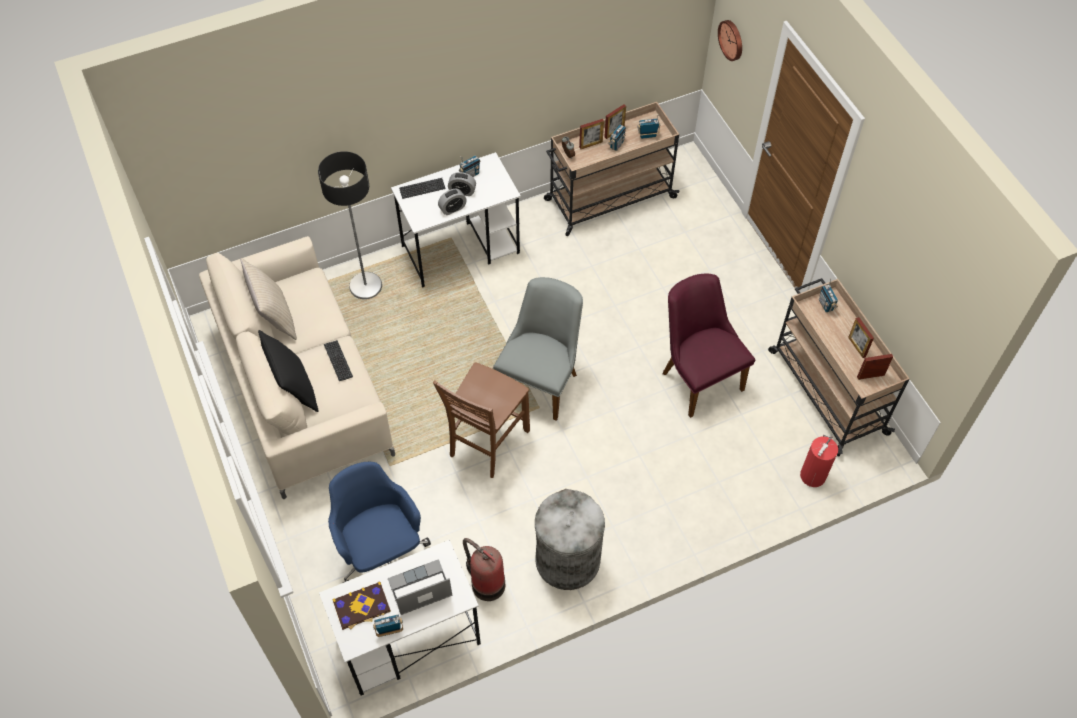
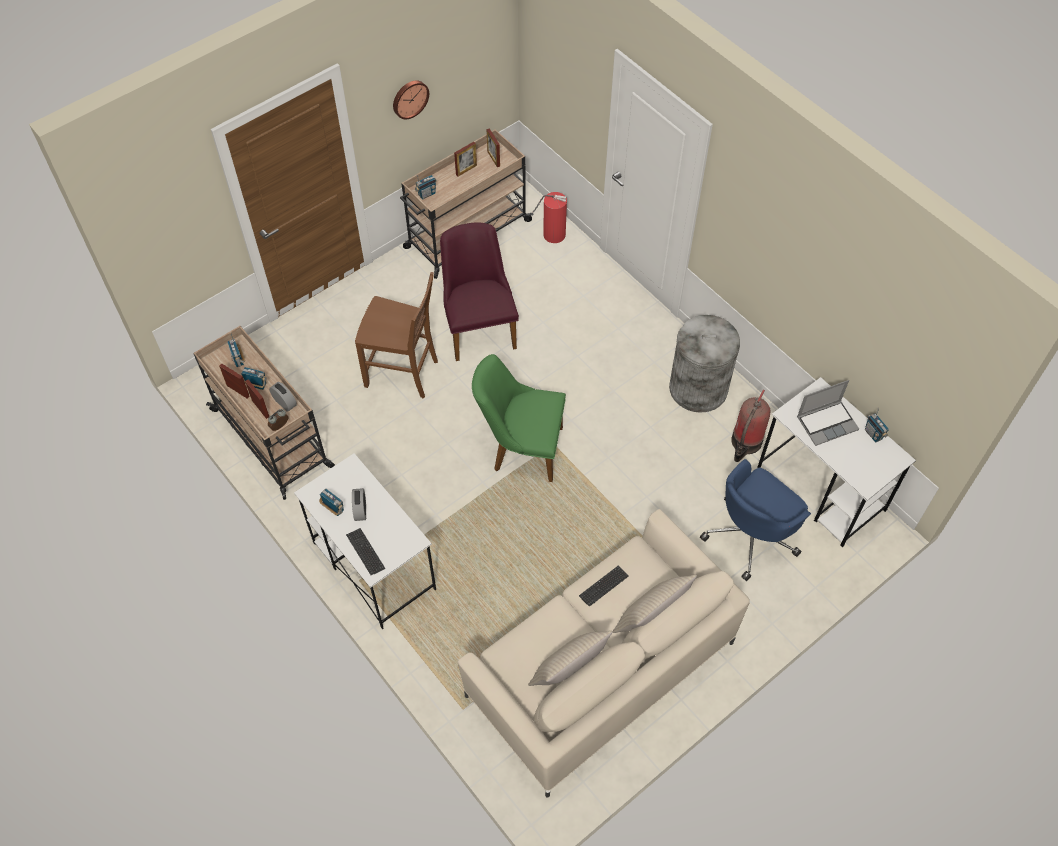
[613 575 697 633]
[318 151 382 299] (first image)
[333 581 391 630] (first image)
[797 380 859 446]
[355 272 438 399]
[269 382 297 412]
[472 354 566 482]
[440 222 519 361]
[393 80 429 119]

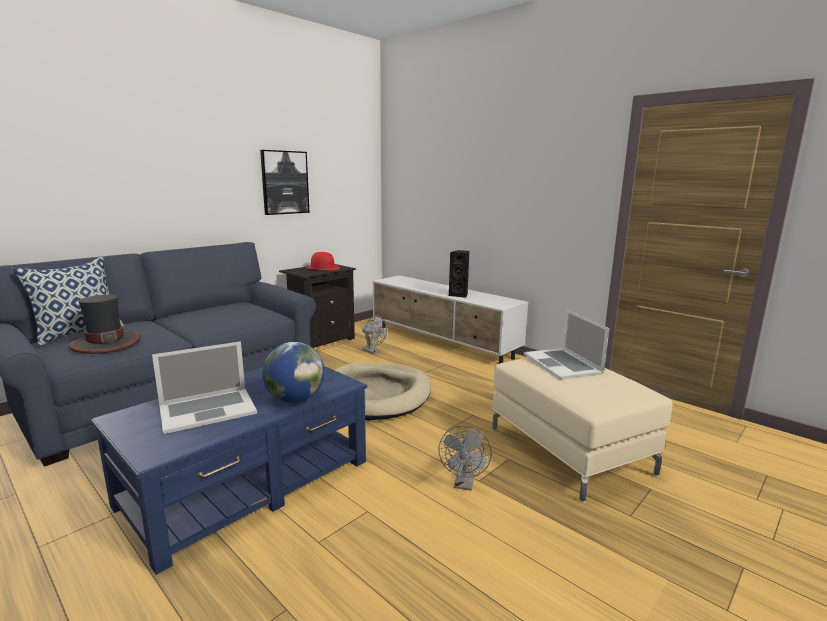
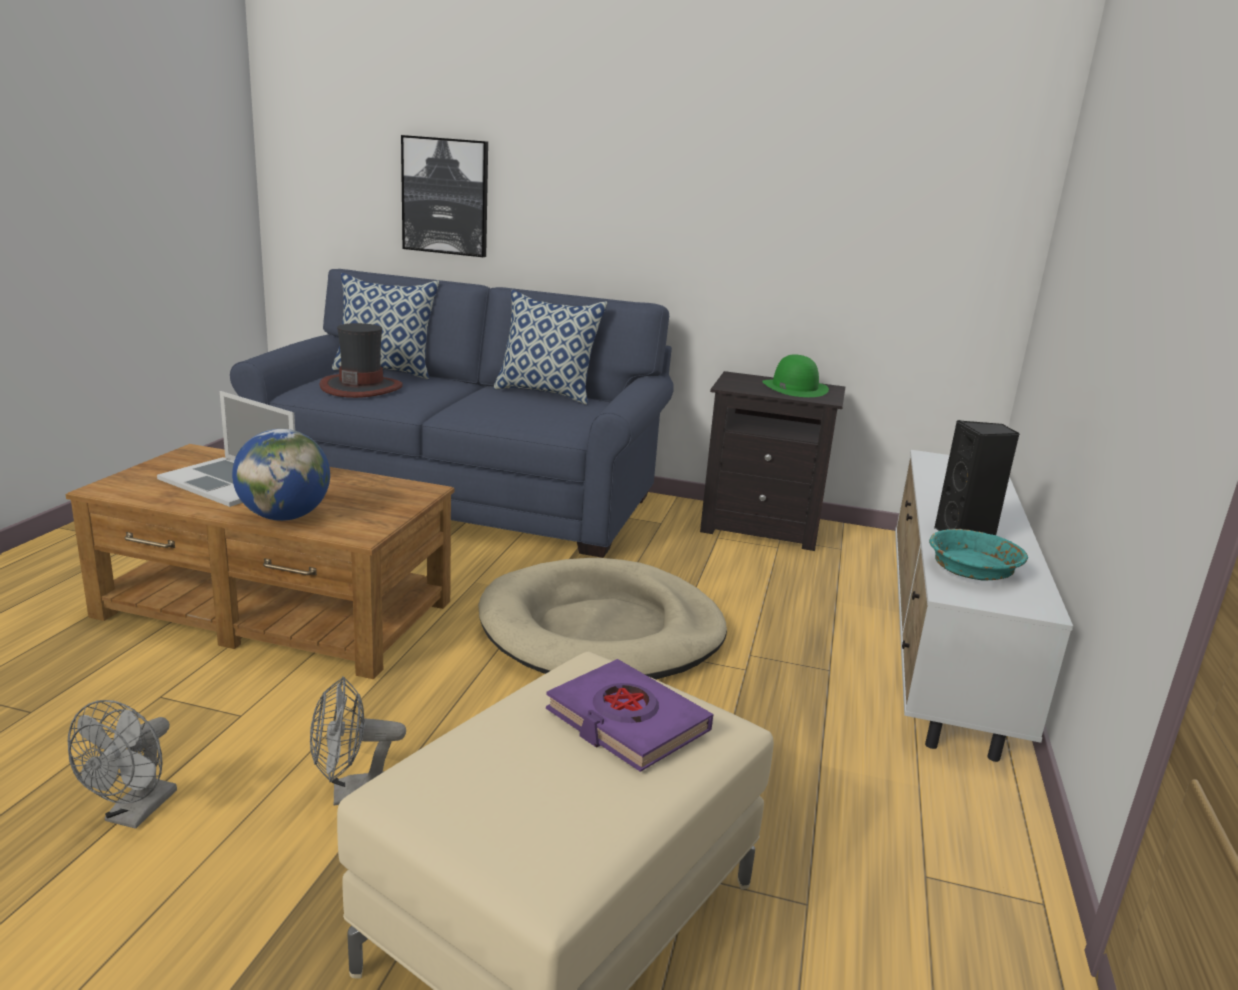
[65 444 455 679]
[401 135 488 257]
[762 355 829 397]
[68 700 177 829]
[546 659 713 772]
[493 290 608 405]
[929 529 1028 580]

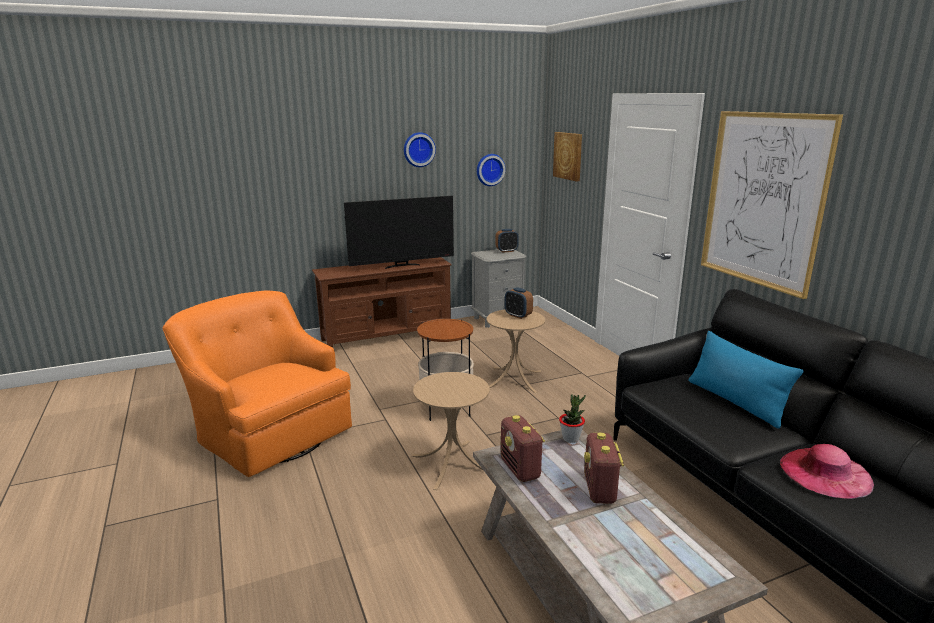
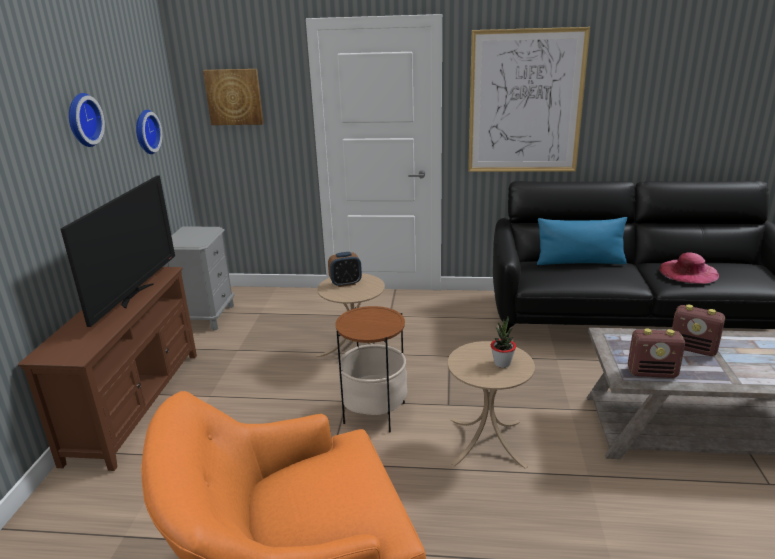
[495 229 519 253] (first image)
[491 317 516 368]

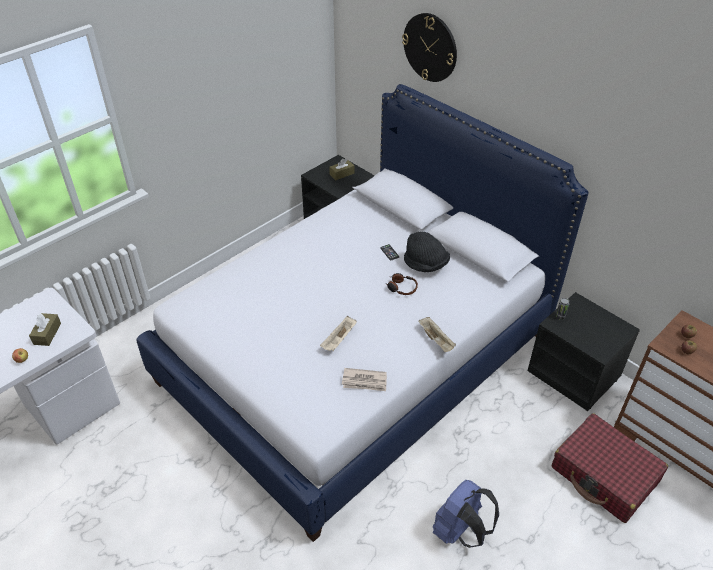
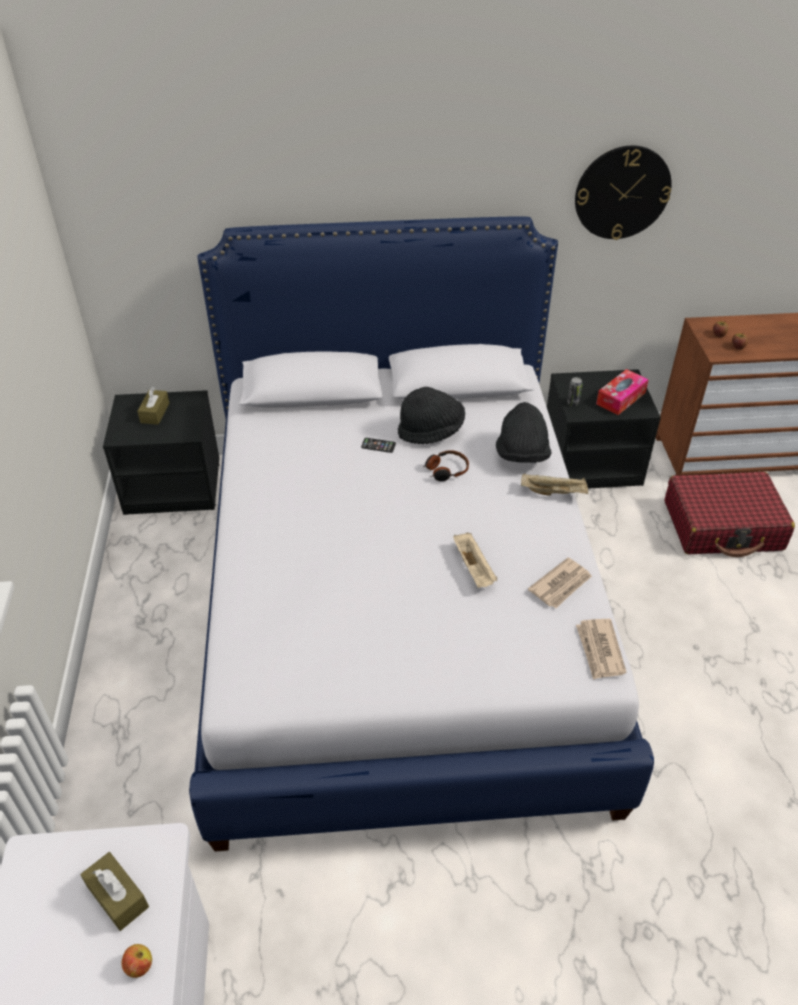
[575 146 672 240]
[433 480 499 548] (first image)
[496 402 552 463]
[576 619 626 680]
[596 369 649 415]

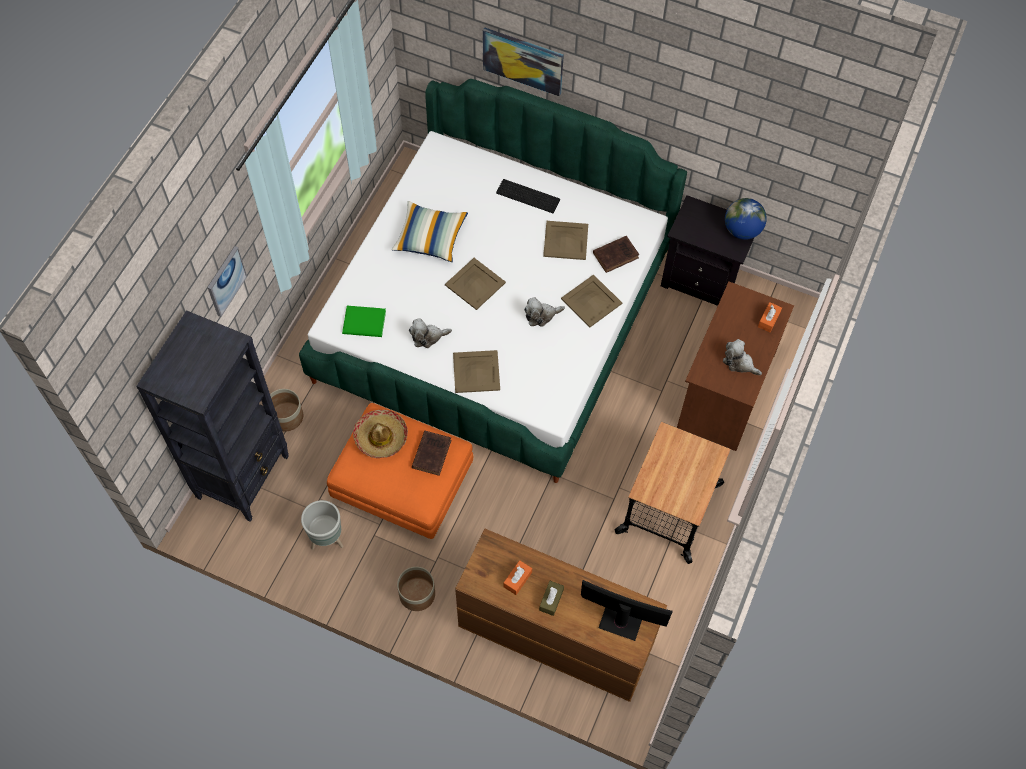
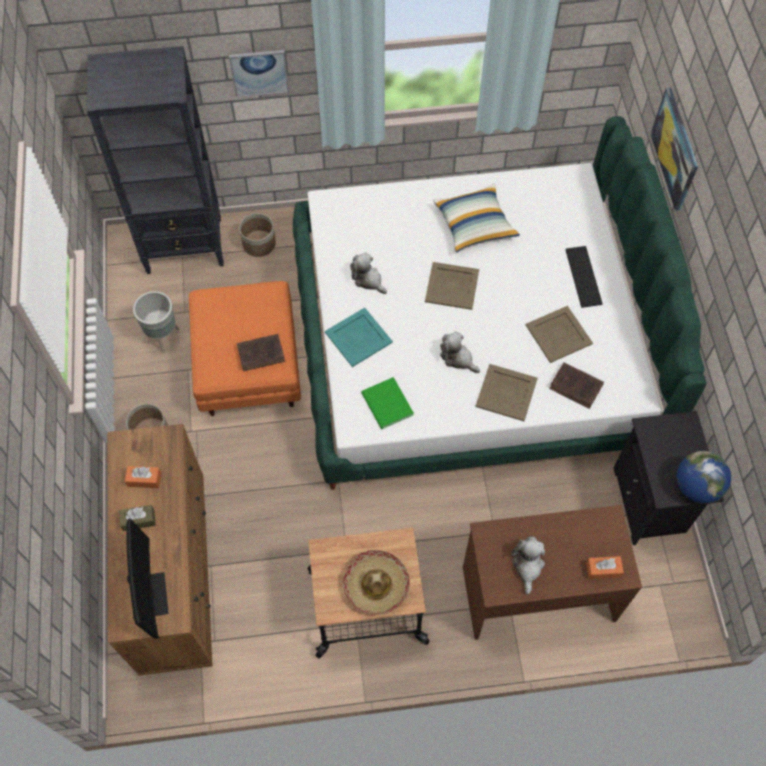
[361 377 414 429]
[343 550 410 615]
[325 308 393 367]

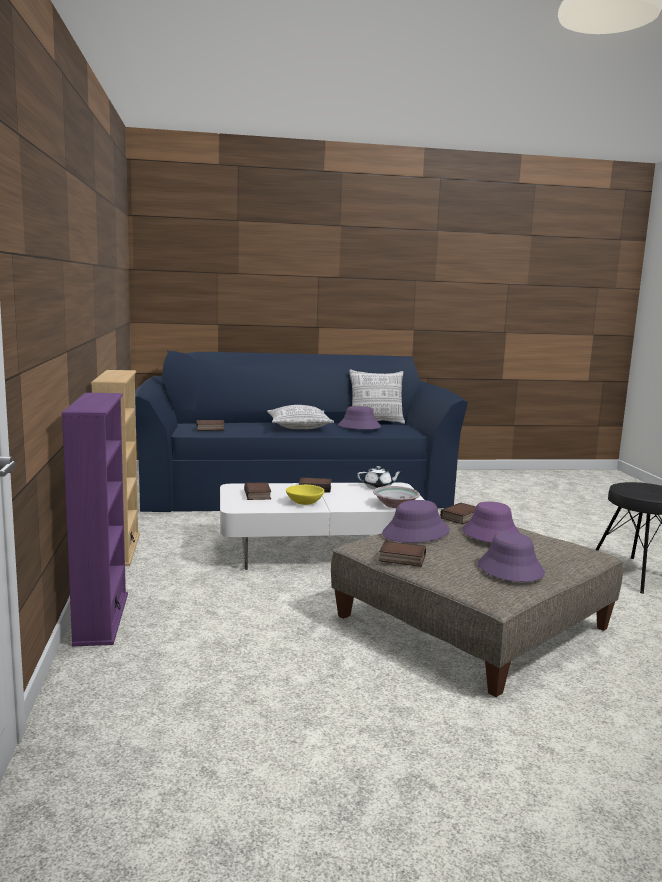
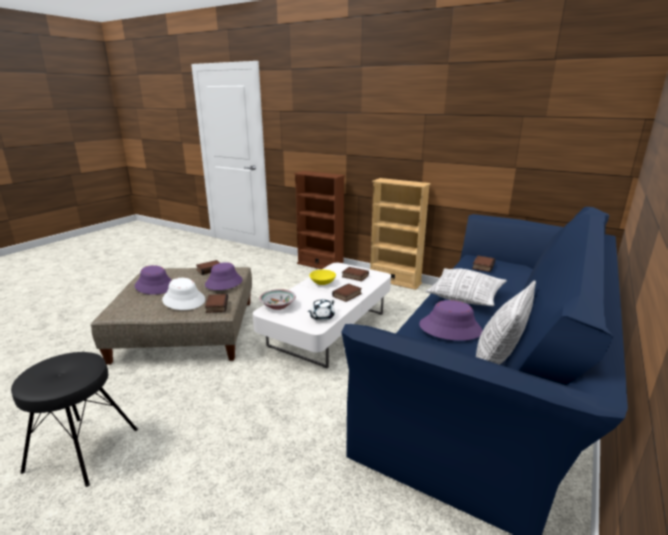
[294 171 345 270]
[162 278 205 310]

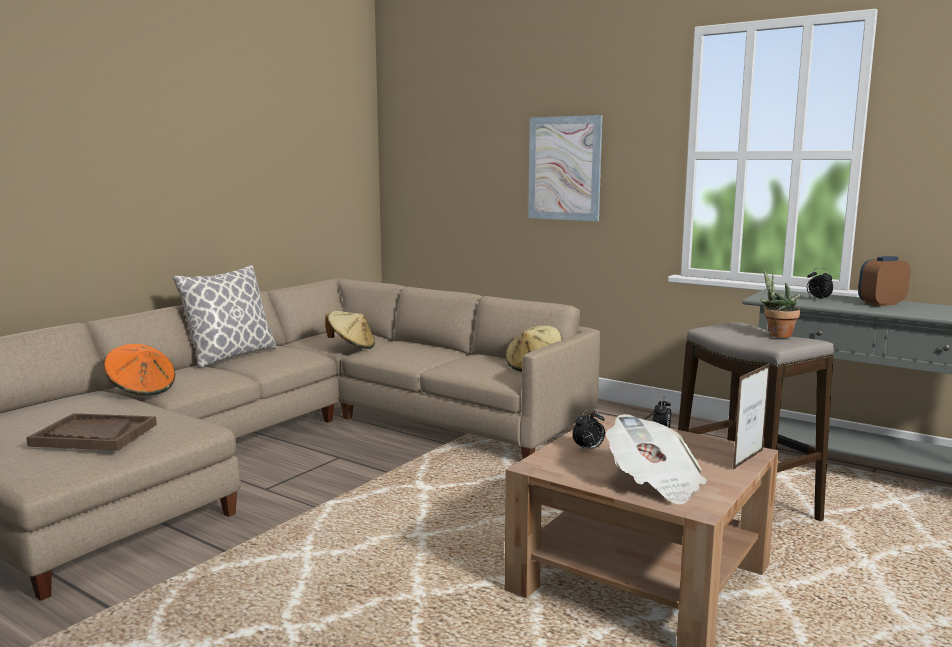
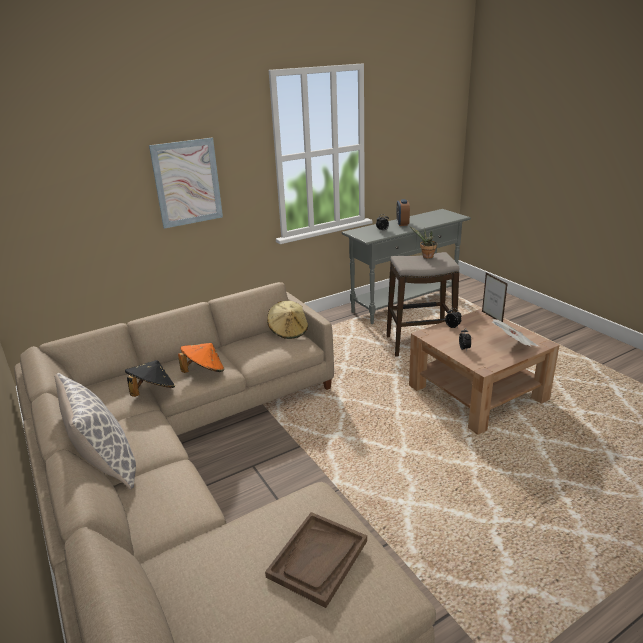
[178 343 224 373]
[125 360 175 397]

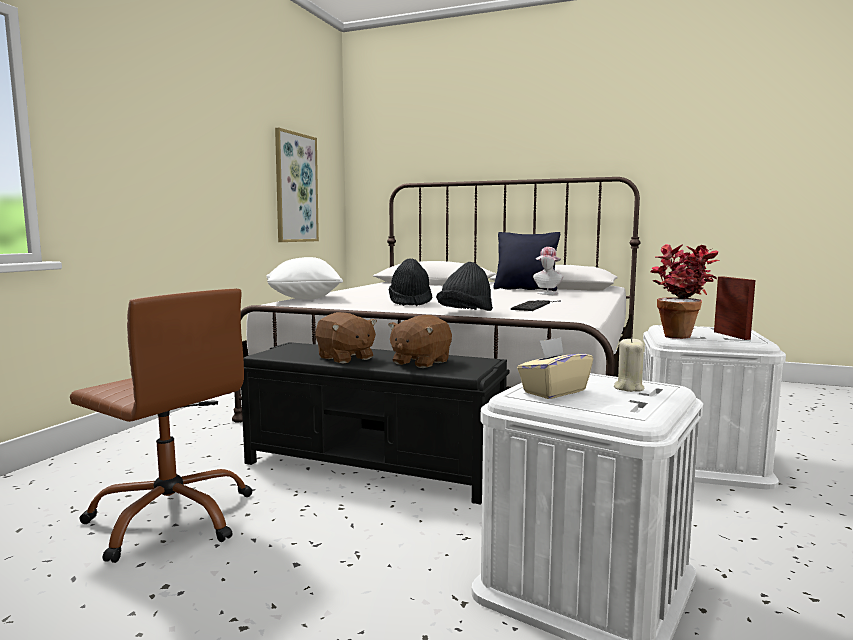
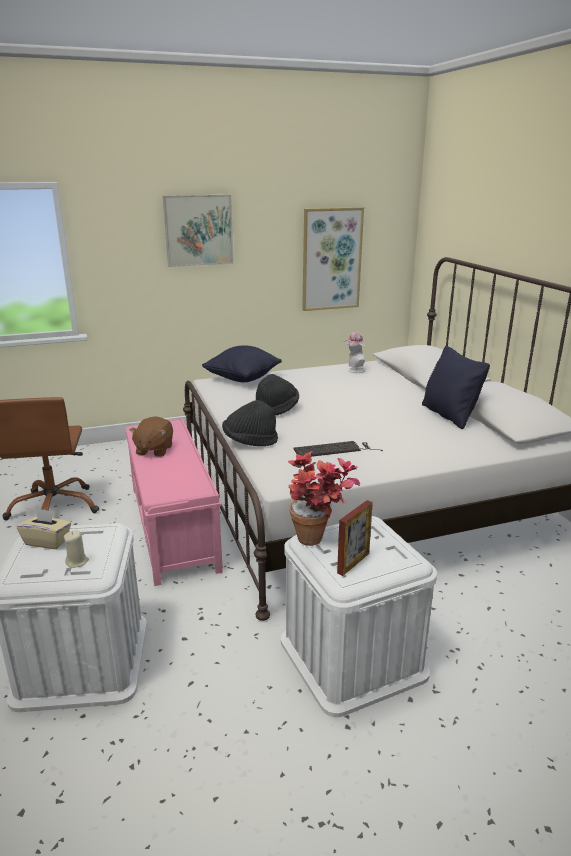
[125 418 223 586]
[202 345 282 382]
[388 315 452 368] (first image)
[344 332 366 373]
[163 195 234 267]

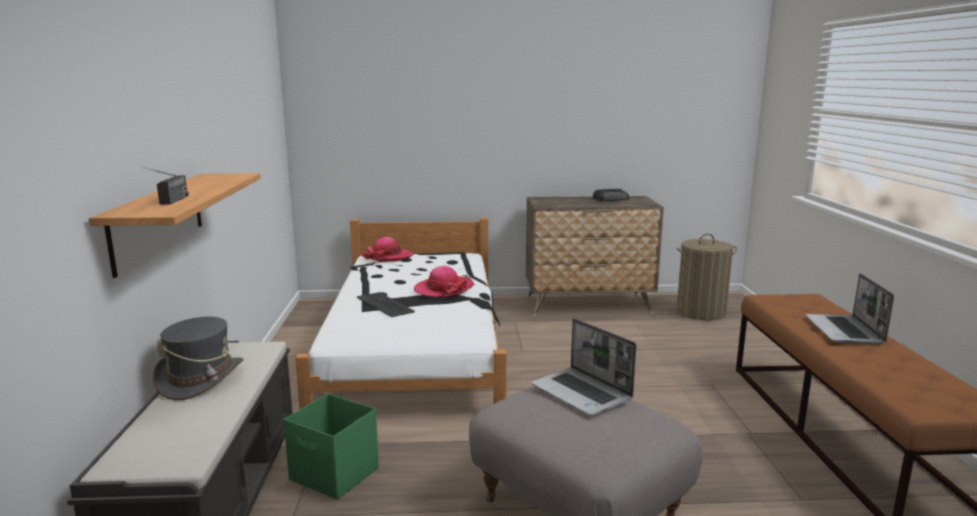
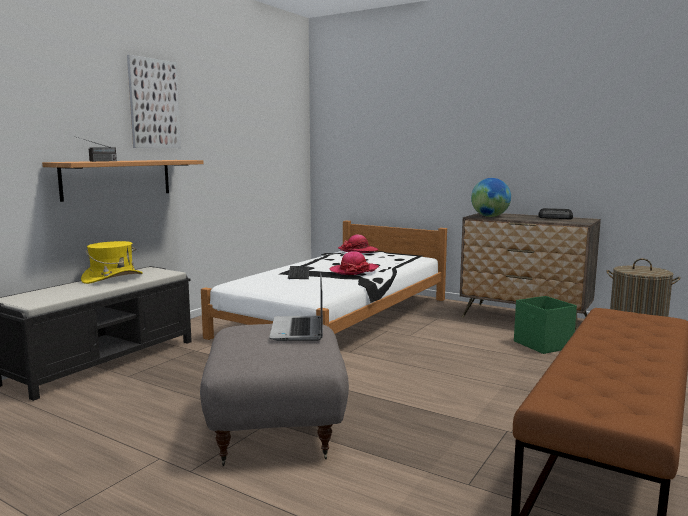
[81 241 143 284]
[514 296 577 354]
[805 273 894 345] (first image)
[127 55 181 148]
[471 178 511 217]

